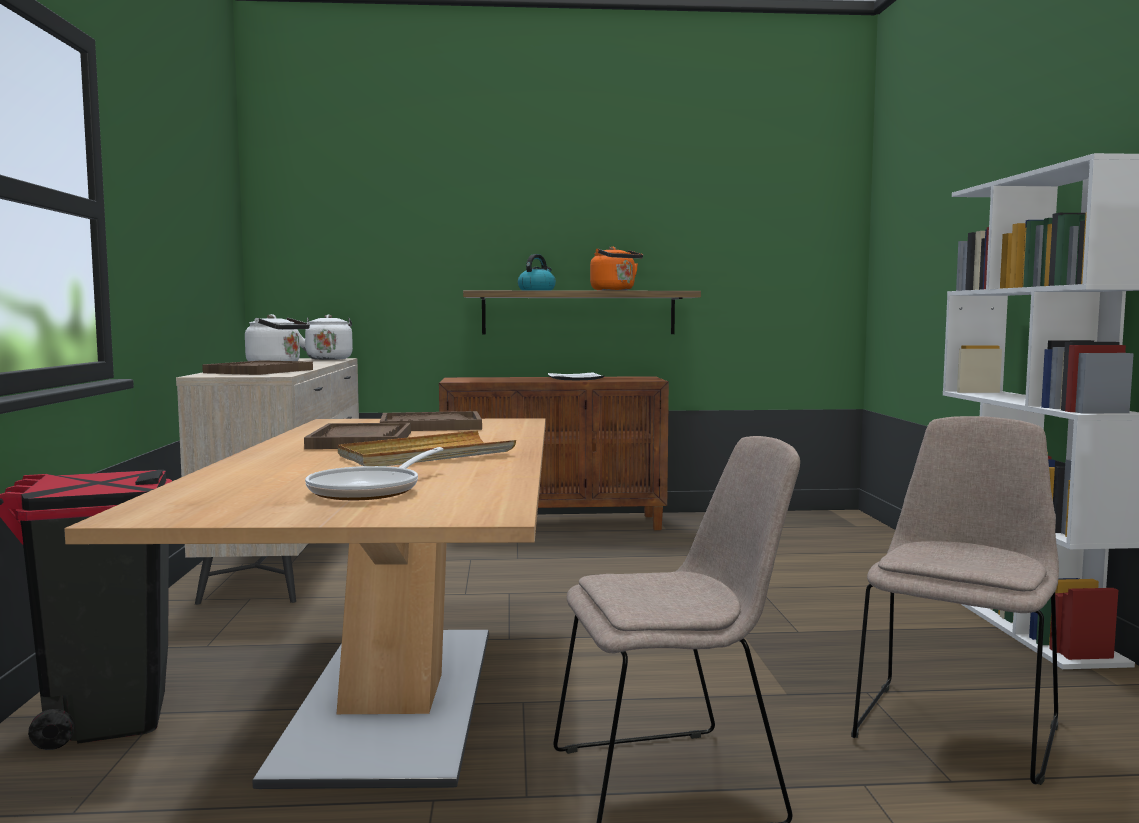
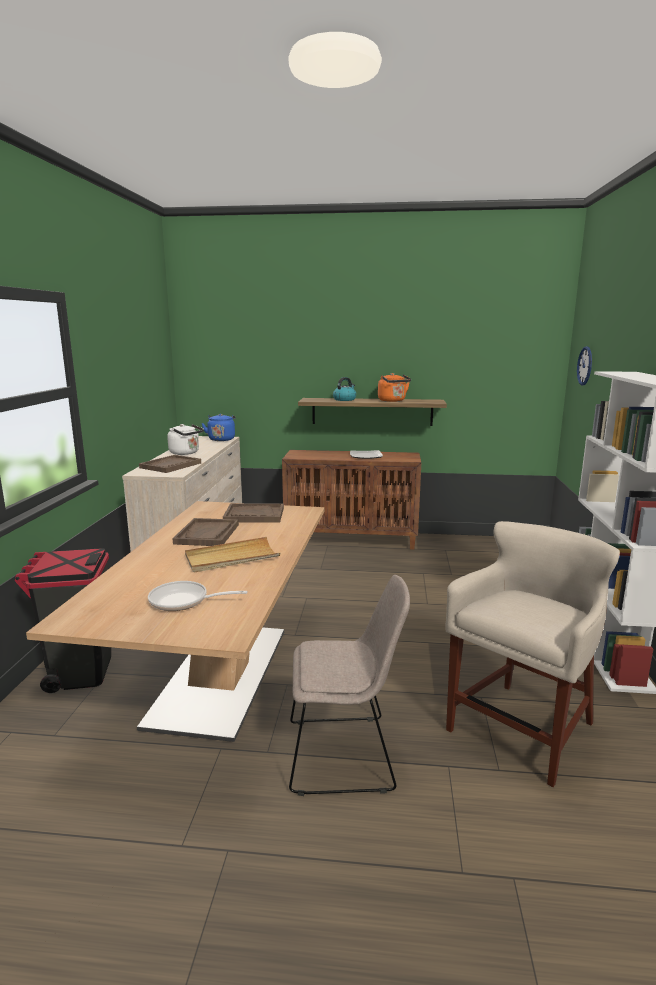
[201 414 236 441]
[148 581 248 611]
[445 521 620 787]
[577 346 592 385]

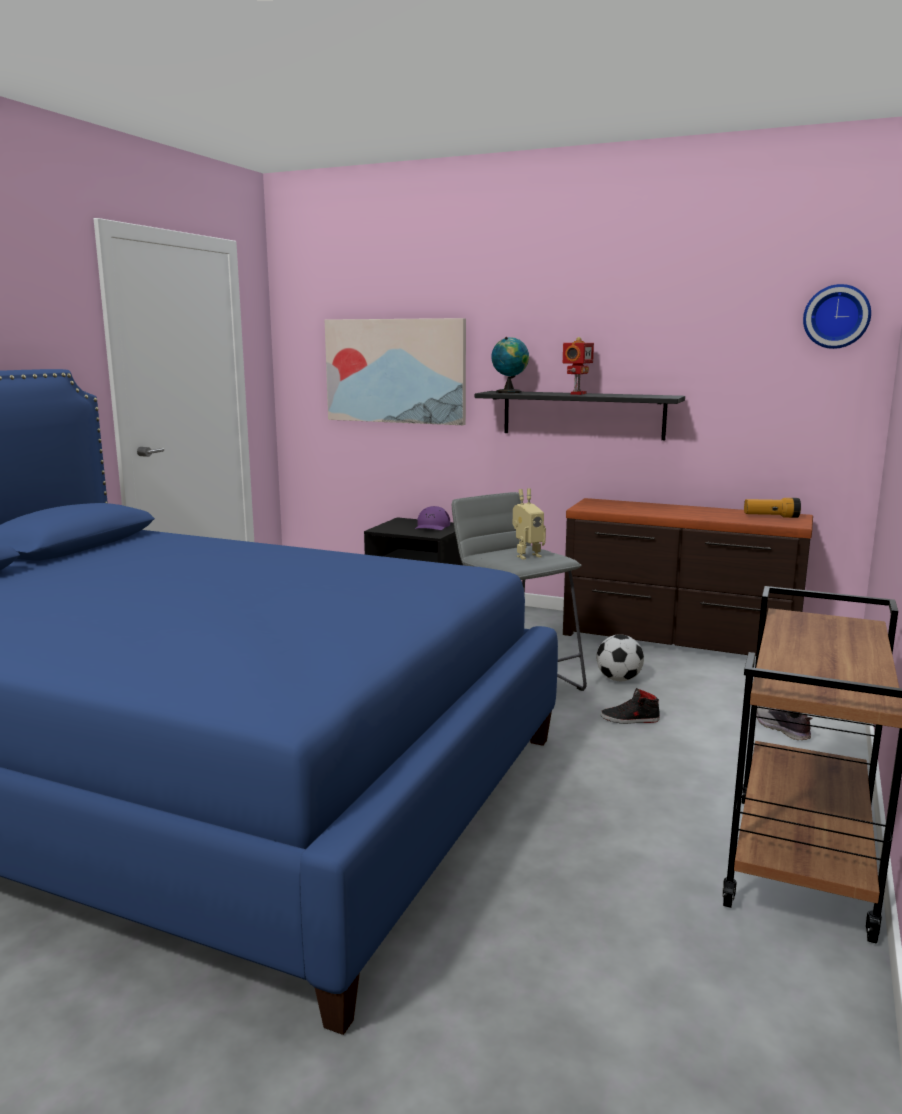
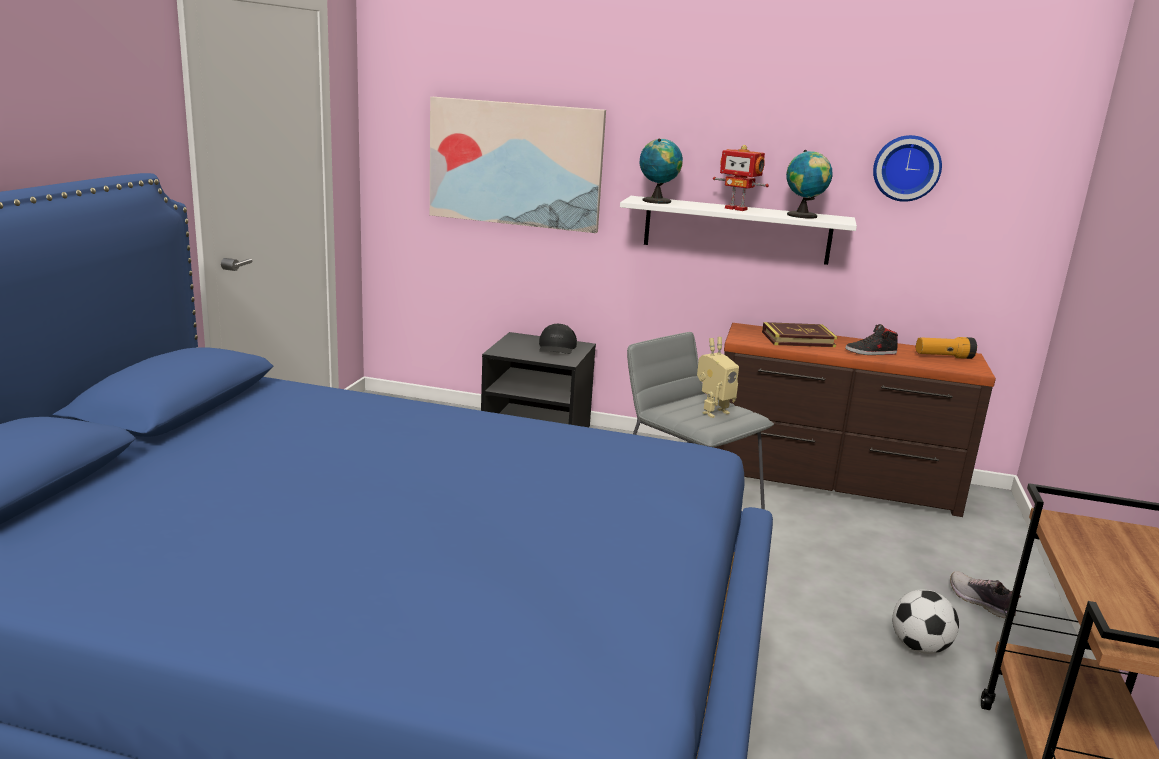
[539 324 577 354]
[620 196 857 265]
[713 145 769 211]
[892 590 959 654]
[845 324 898 355]
[873 135 942 202]
[762 322 837 347]
[786 150 833 219]

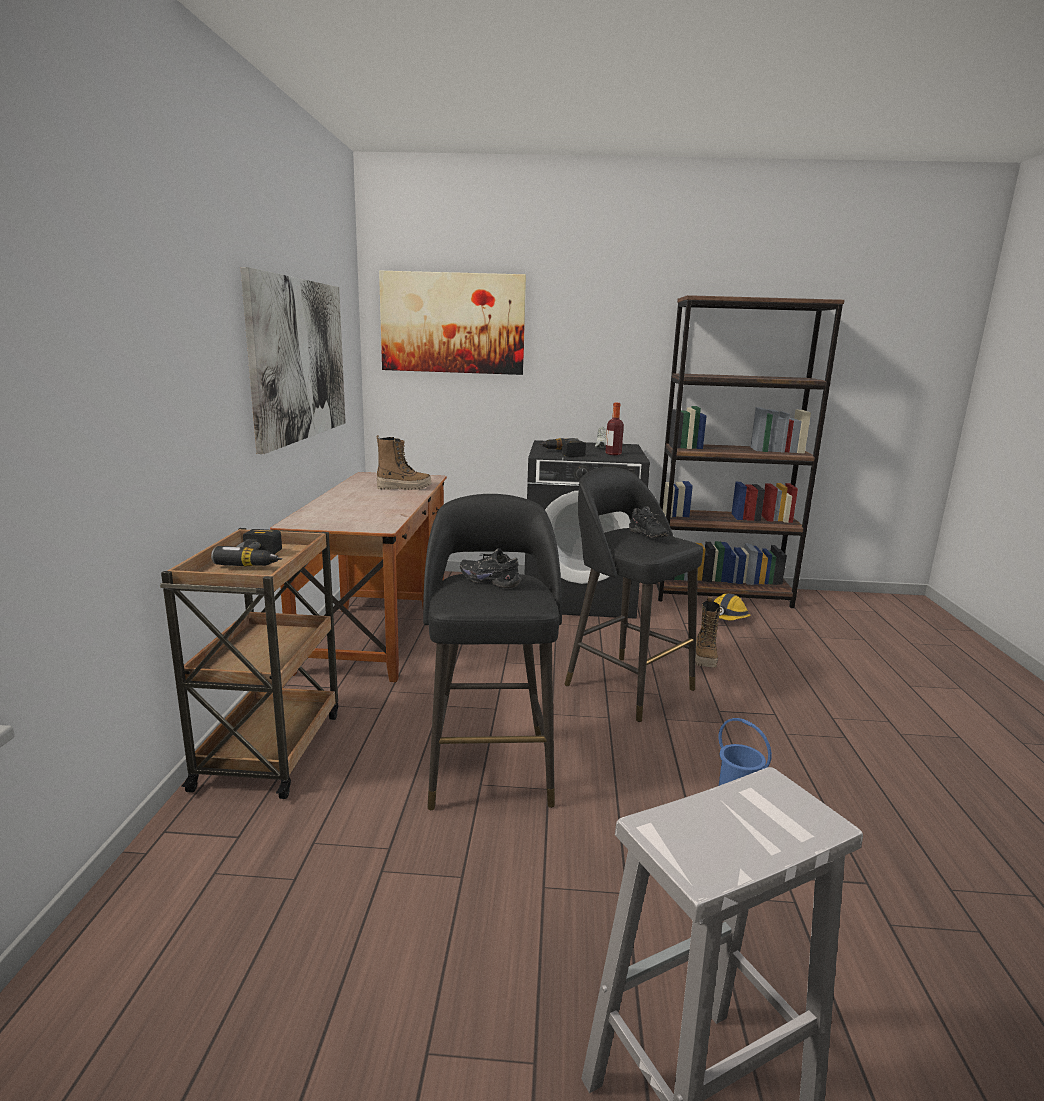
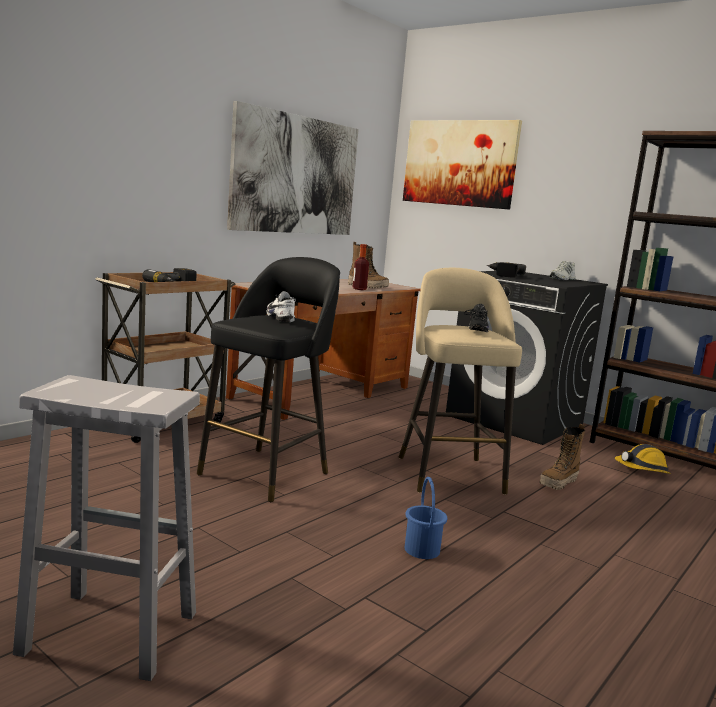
[267 291 296 322]
[399 268 522 495]
[353 244 369 290]

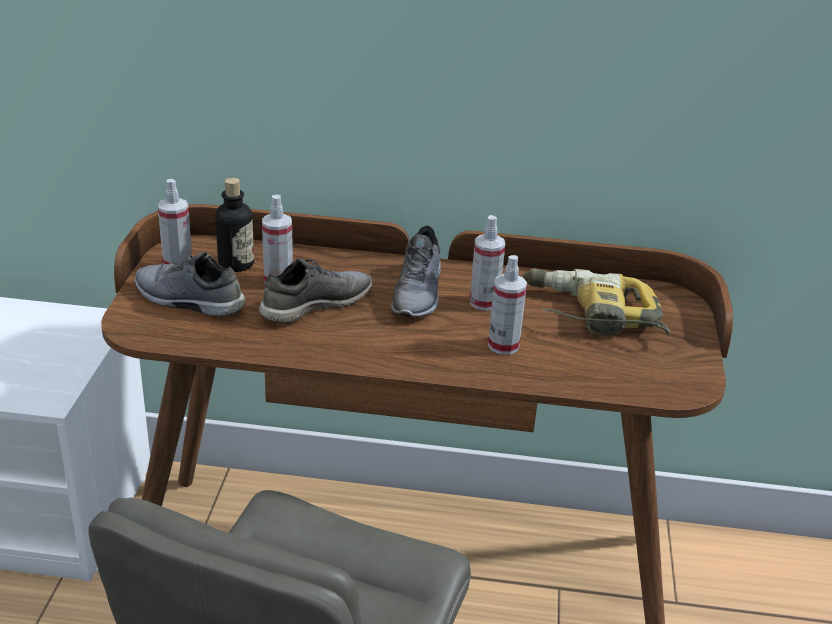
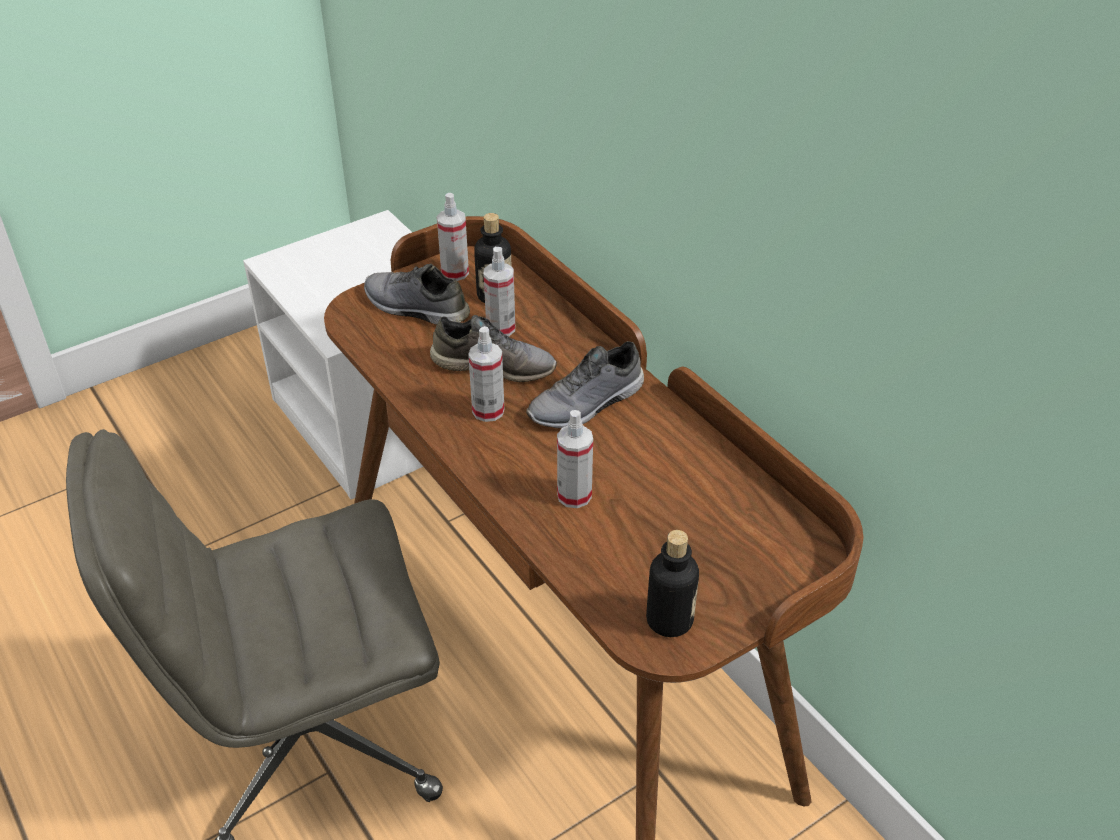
[364 263 470 325]
[468 326 505 422]
[523 269 670 336] (first image)
[646 530 699 637]

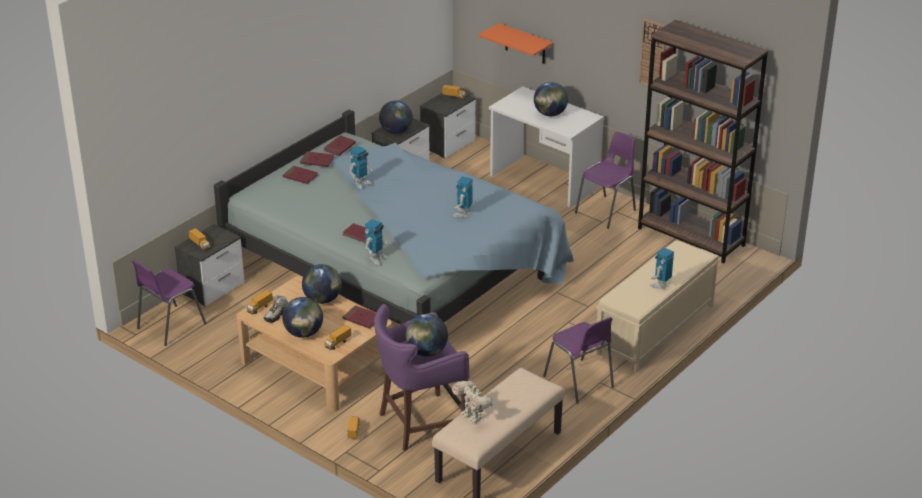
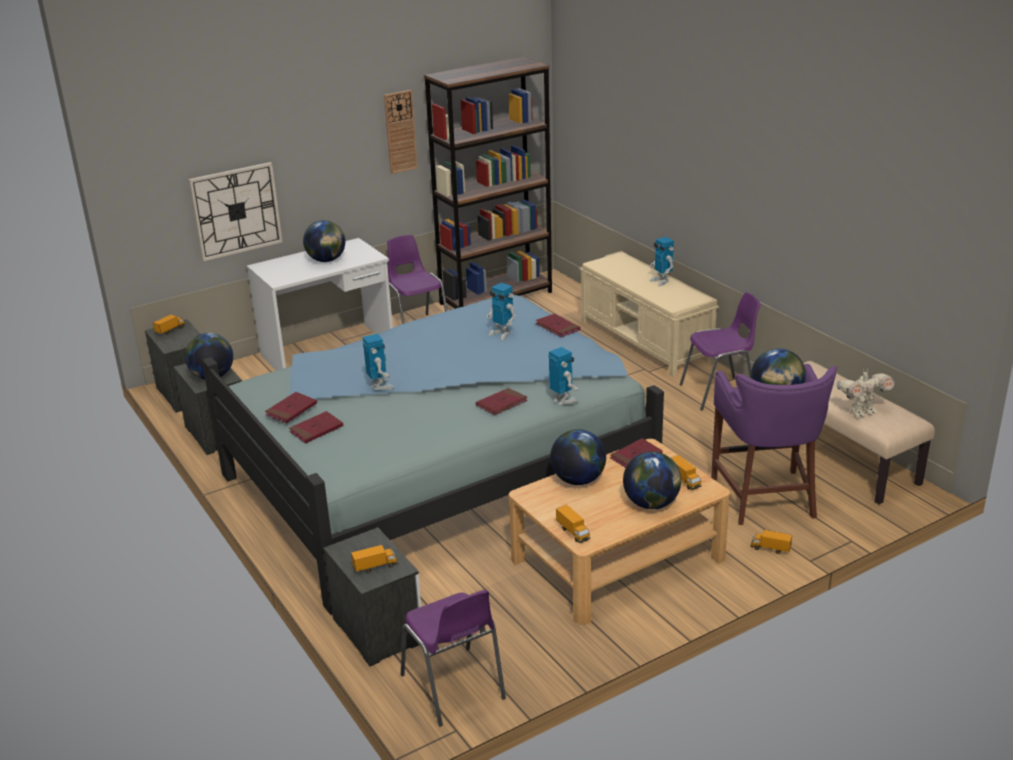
[264 296 288 323] (first image)
[535 314 581 337]
[189 162 283 261]

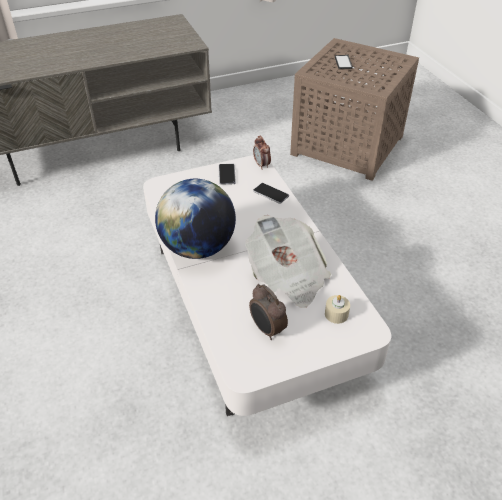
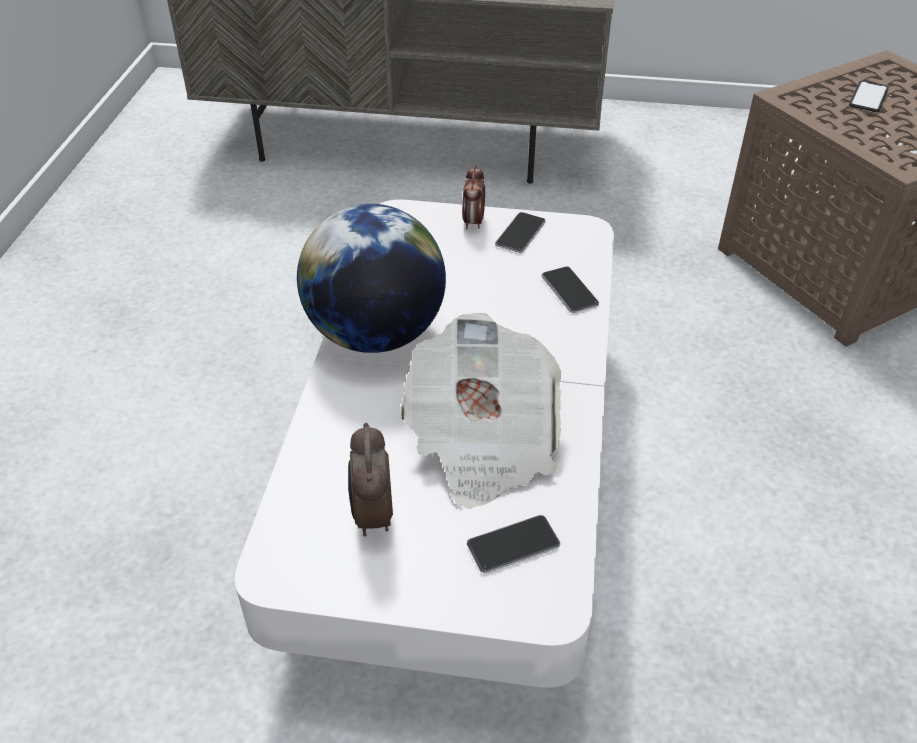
[462 165 485 230]
[467 515 560 573]

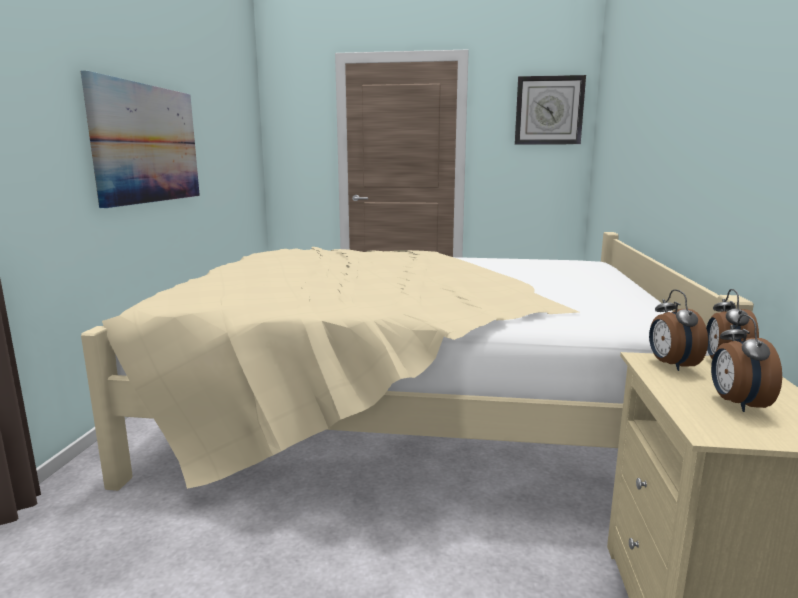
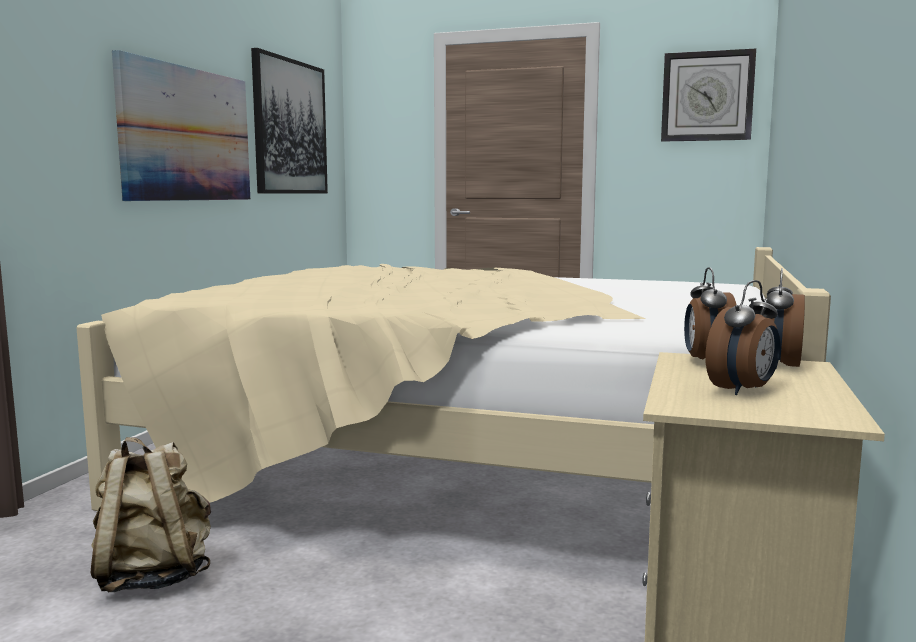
[705 280 780 395]
[91 437 211 592]
[251 48 328 193]

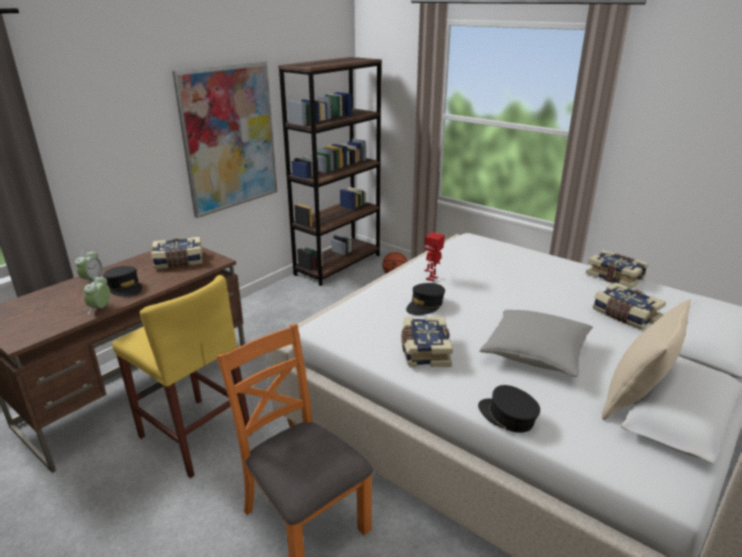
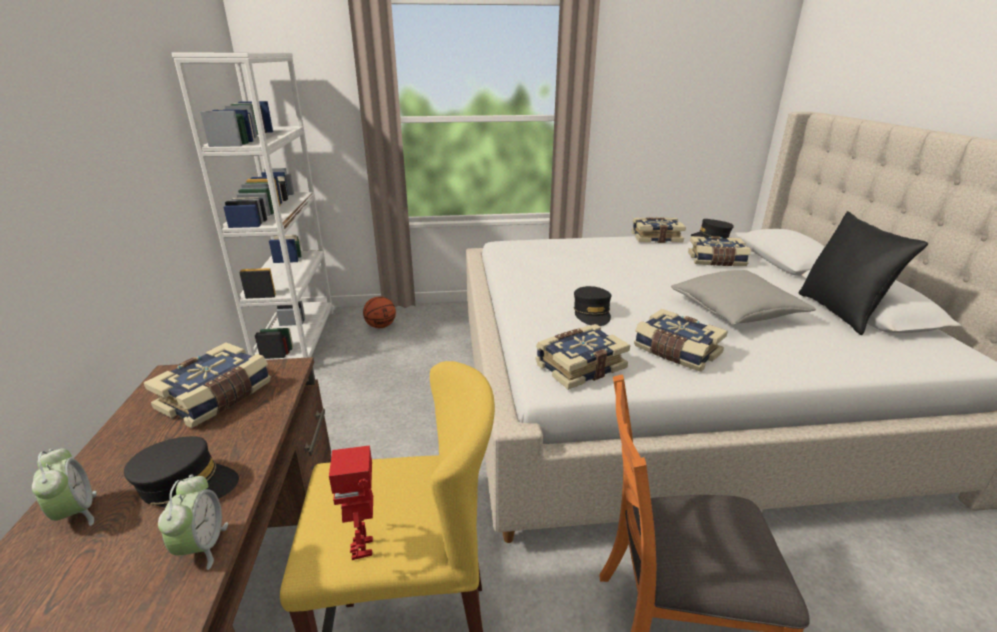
[158 474 228 570]
[172 61 277 218] (first image)
[172 53 333 360]
[329 445 373 560]
[690 219 734 239]
[799 211 928 335]
[536 324 630 390]

